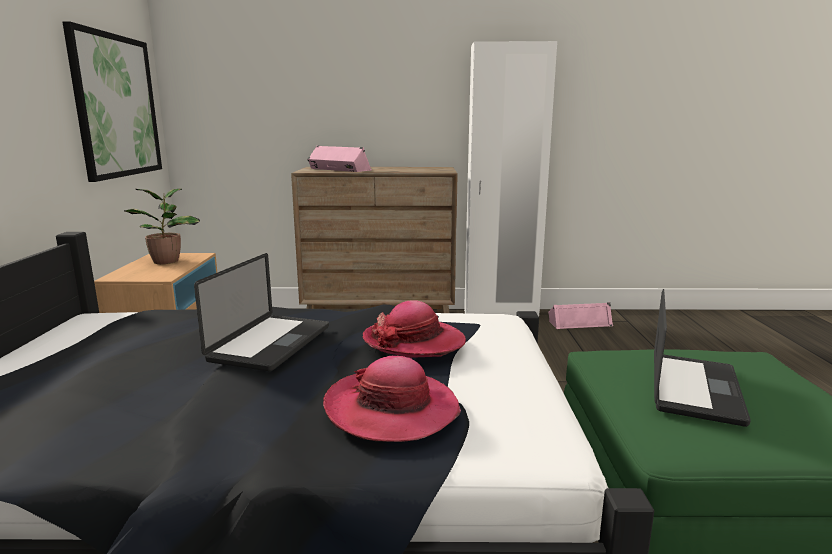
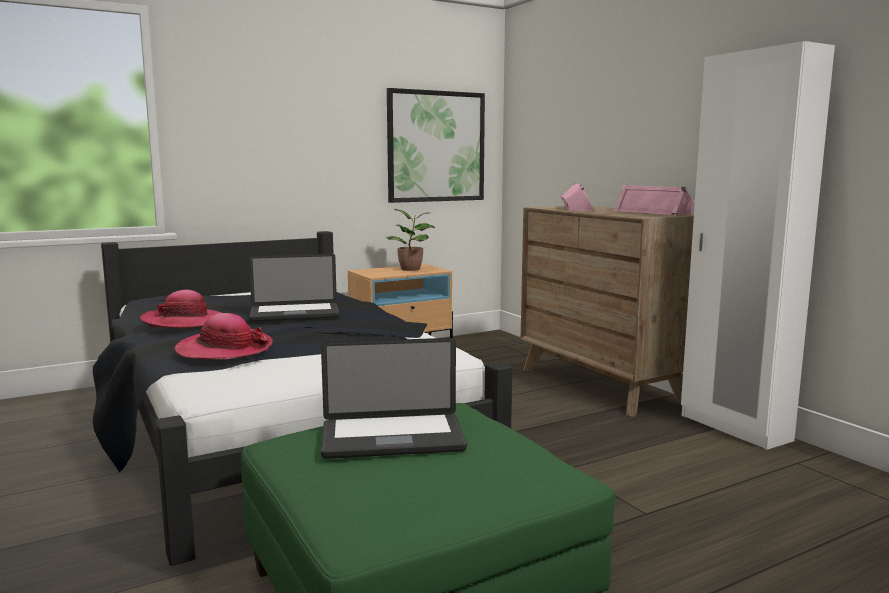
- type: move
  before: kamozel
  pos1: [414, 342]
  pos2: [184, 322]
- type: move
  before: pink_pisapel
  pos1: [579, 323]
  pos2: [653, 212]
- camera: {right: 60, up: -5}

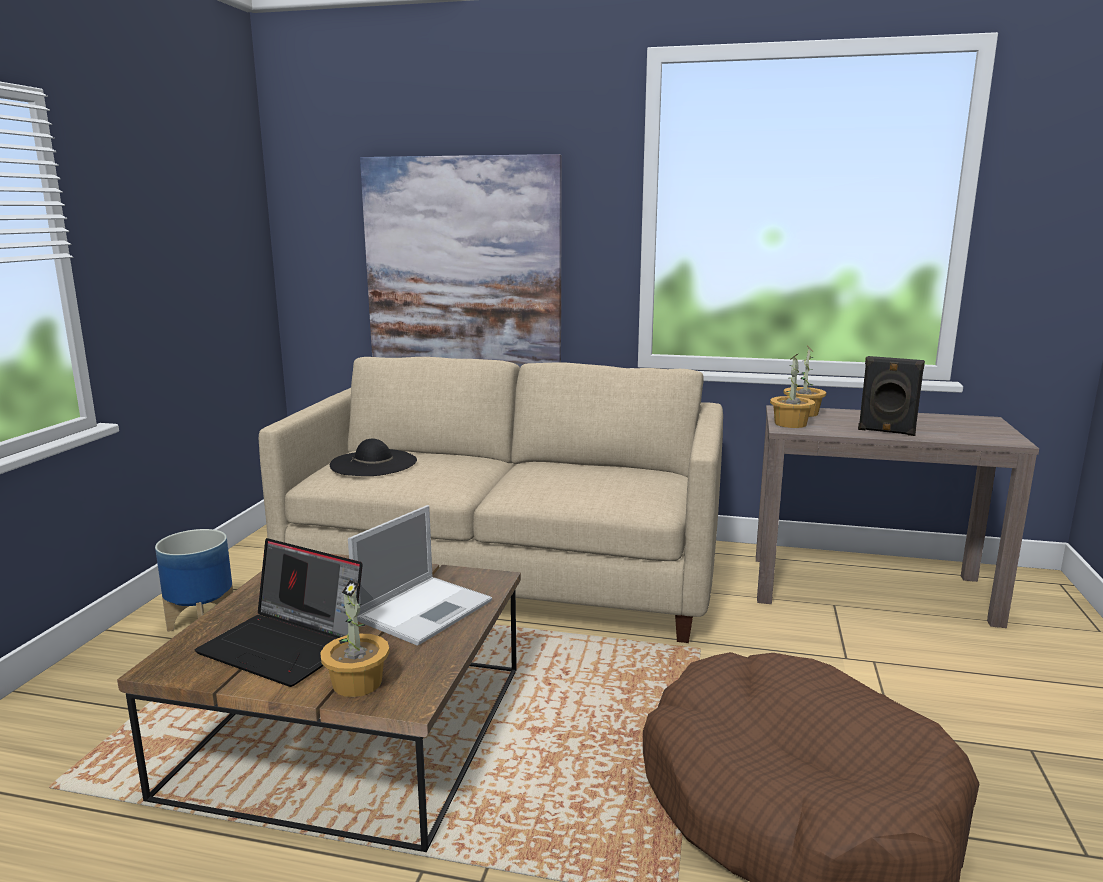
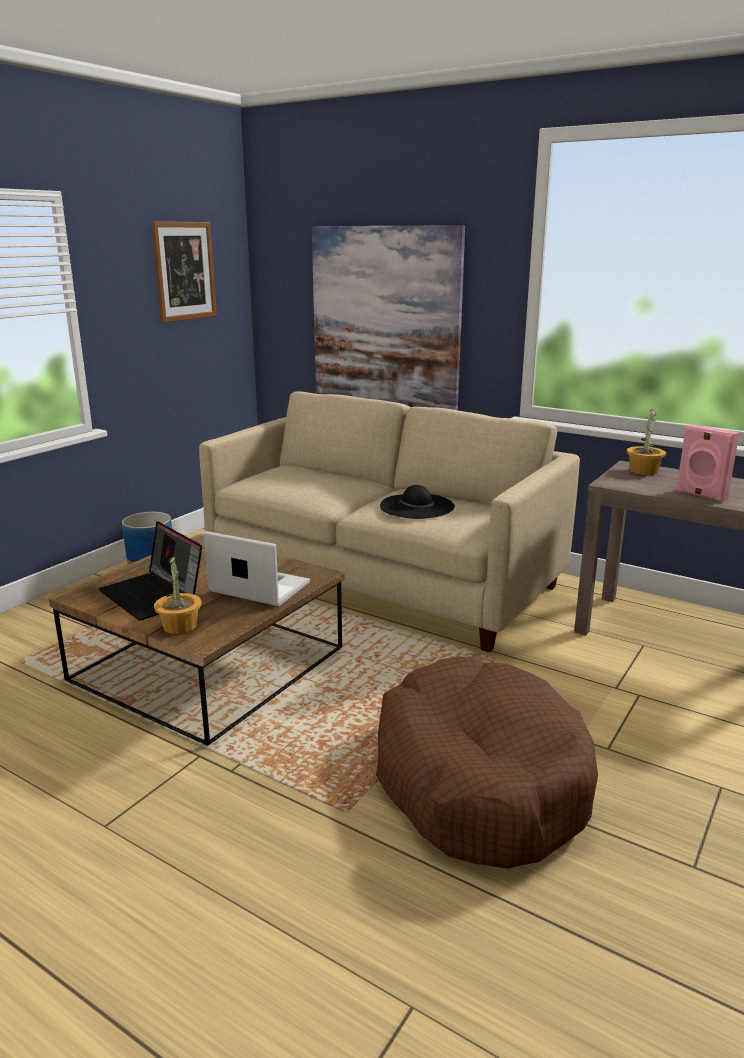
- type: delete
  before: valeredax
  pos1: [791, 424]
- type: recolor
  before: black_pisapel
  after: pink_pisapel
  pos1: [886, 431]
  pos2: [700, 495]
- type: move
  before: black_kamozel
  pos1: [374, 463]
  pos2: [417, 506]
- type: rotate
  before: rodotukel
  pos1: [425, 609]
  pos2: [258, 587]
  turn: -120
- type: insert
  after: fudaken
  pos2: [184, 271]
- camera: {right: 20, up: 5}

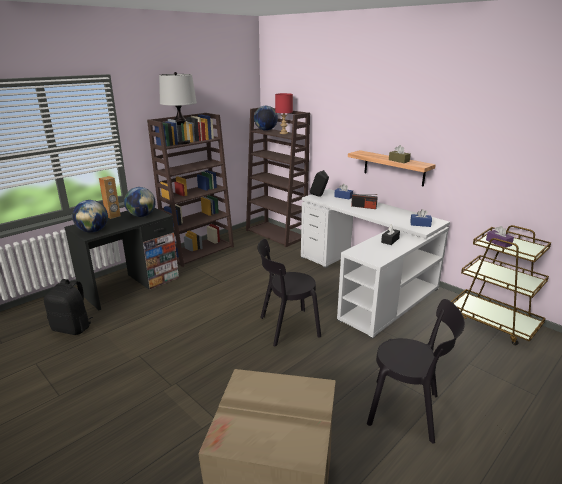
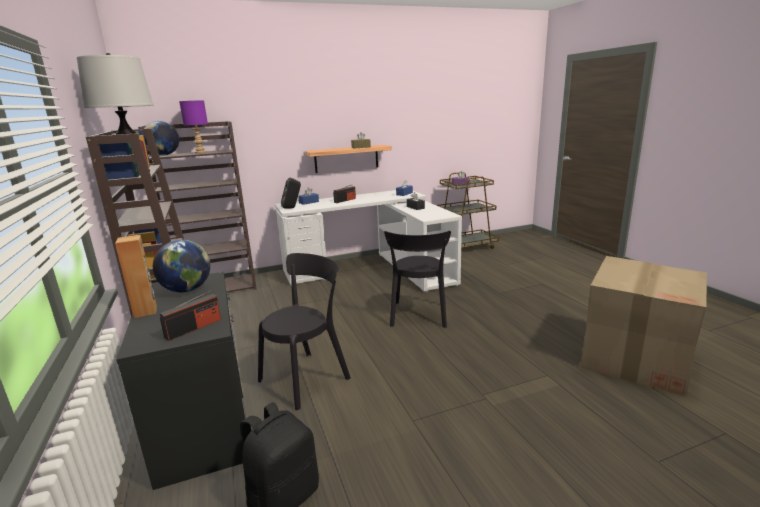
- type: recolor
  before: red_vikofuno
  after: purple_vikofuno
  pos1: [283, 133]
  pos2: [200, 152]
- type: replace
  before: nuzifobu
  after: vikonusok
  pos1: [93, 231]
  pos2: [194, 328]
- type: move
  before: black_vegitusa
  pos1: [408, 410]
  pos2: [307, 377]
- camera: {right: -65, up: -5}

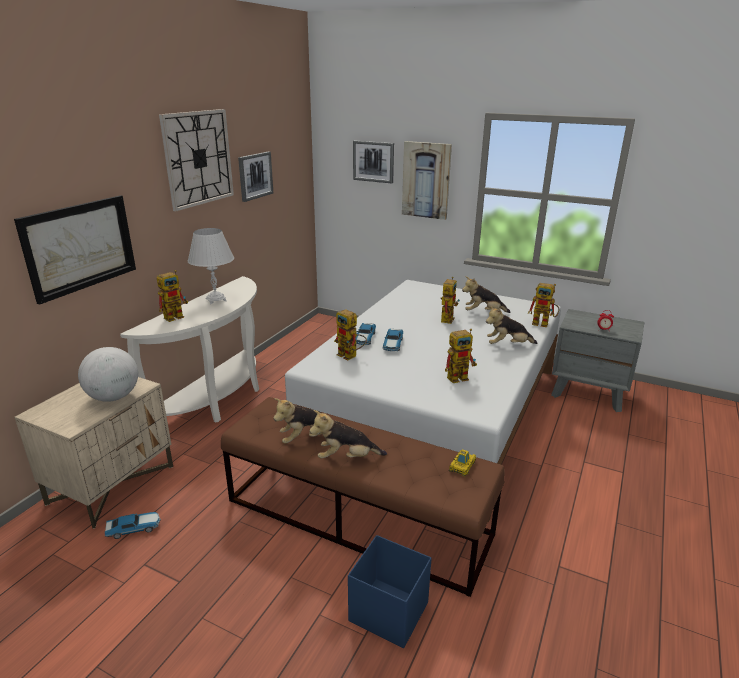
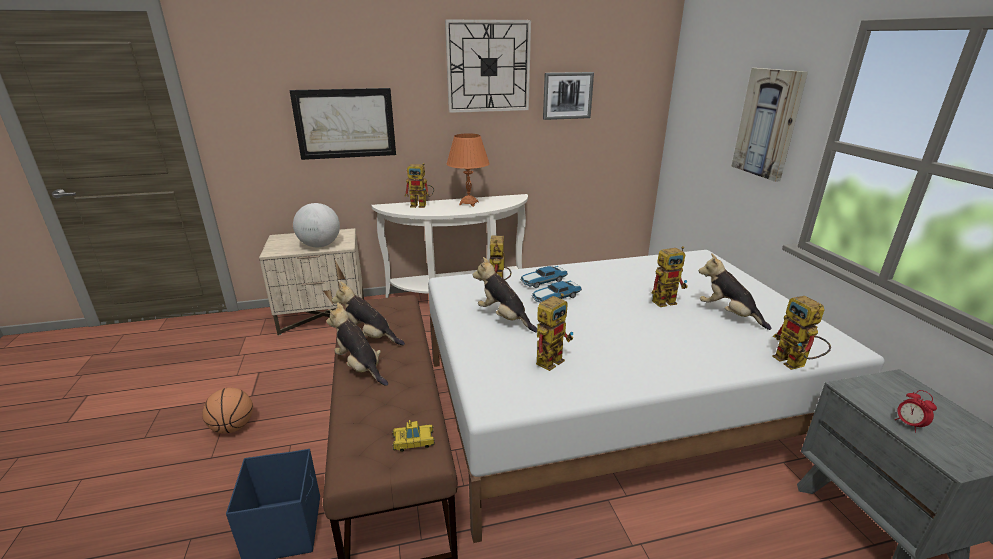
- type: delete
  before: fudaken
  pos1: [373, 161]
- type: recolor
  before: white_vikofuno
  after: orange_vikofuno
  pos1: [216, 300]
  pos2: [469, 203]
- type: move
  before: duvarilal
  pos1: [507, 345]
  pos2: [504, 318]
- type: rotate
  before: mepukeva
  pos1: [460, 377]
  pos2: [552, 358]
  turn: -75
- type: delete
  before: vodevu
  pos1: [134, 528]
- type: insert
  after: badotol
  pos2: [233, 427]
- camera: {right: 50, up: 0}

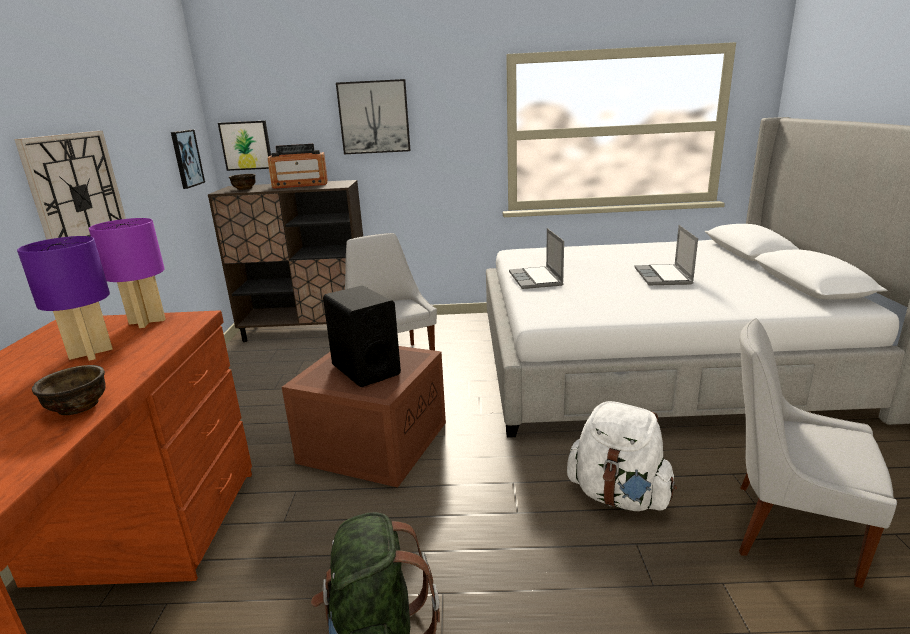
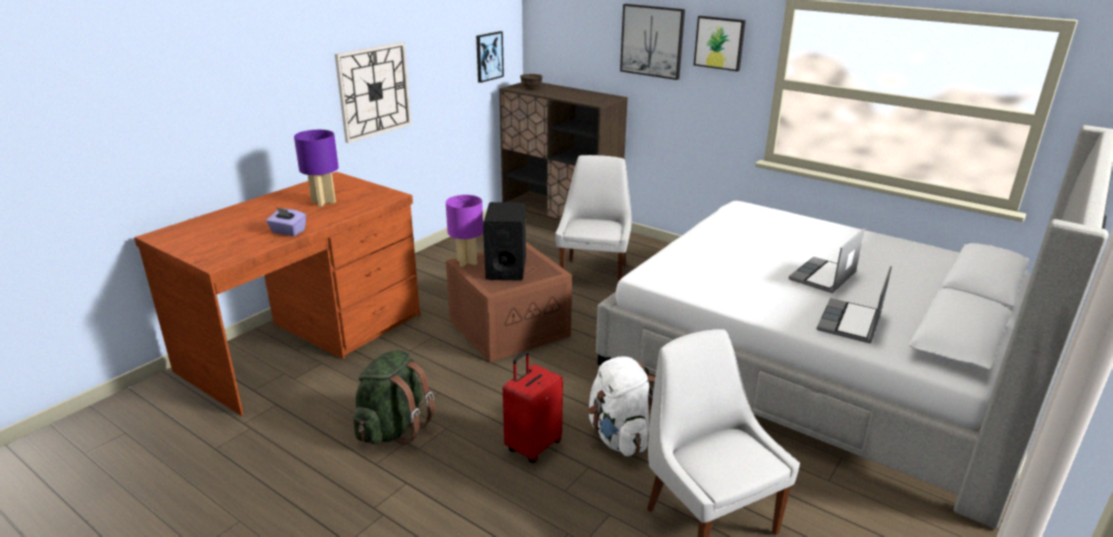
- type: move
  before: fudaken
  pos1: [246, 145]
  pos2: [720, 43]
- type: delete
  before: vikonusok
  pos1: [300, 184]
- type: move
  before: purple_vikofuno
  pos1: [147, 321]
  pos2: [467, 262]
- type: move
  before: rodotukel
  pos1: [536, 279]
  pos2: [850, 323]
- type: replace
  before: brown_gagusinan
  after: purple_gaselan
  pos1: [79, 406]
  pos2: [288, 232]
- type: insert
  after: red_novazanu
  pos2: [532, 446]
- camera: {right: 35, up: 5}

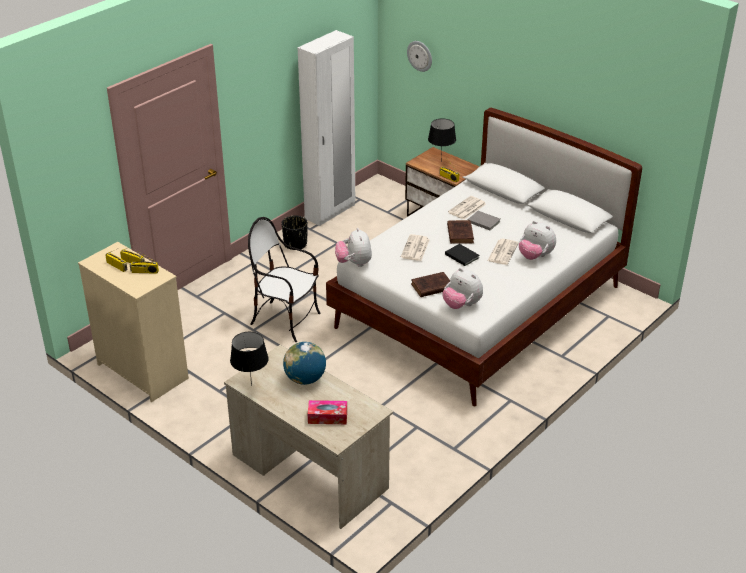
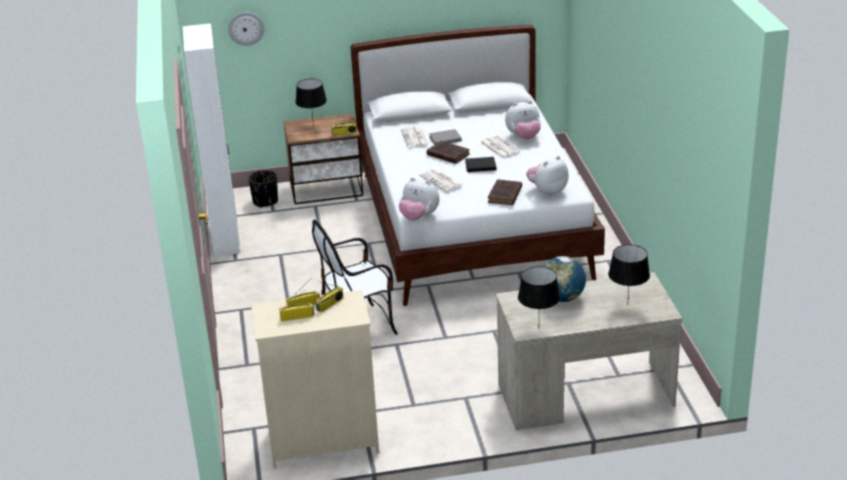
- type: move
  before: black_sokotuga
  pos1: [295, 244]
  pos2: [265, 201]
- type: rotate
  before: duvarilal
  pos1: [461, 305]
  pos2: [547, 192]
  turn: 150
- type: replace
  before: gaselan
  after: black_vikofuno
  pos1: [327, 417]
  pos2: [627, 305]
- camera: {right: -50, up: -5}

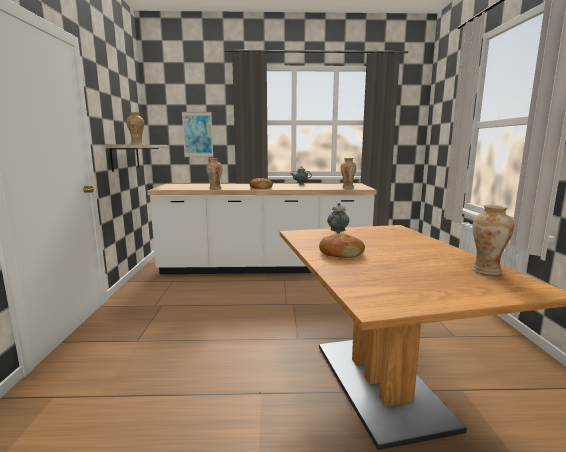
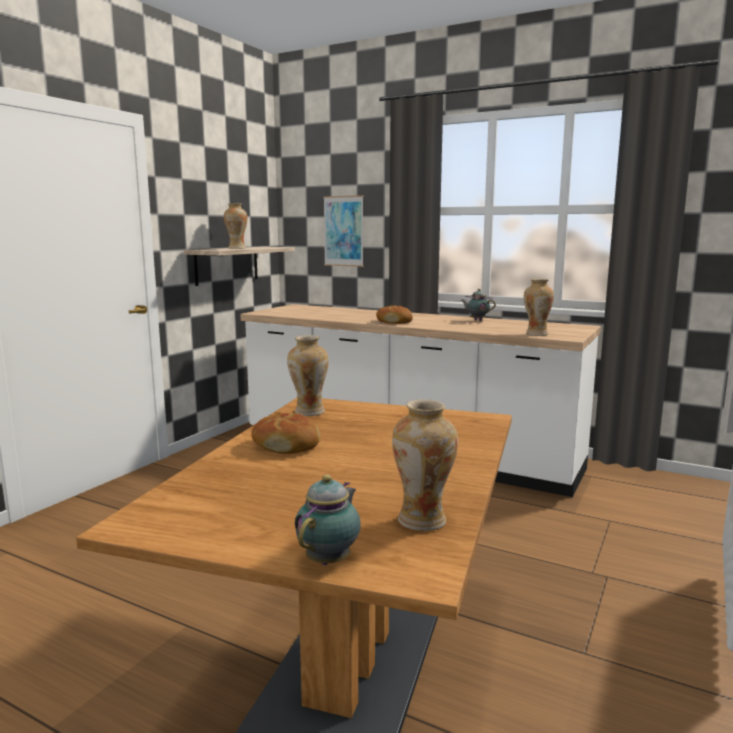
- type: move
  before: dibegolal
  pos1: [215, 188]
  pos2: [308, 412]
- type: move
  before: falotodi
  pos1: [337, 233]
  pos2: [330, 559]
- camera: {right: 30, up: 0}

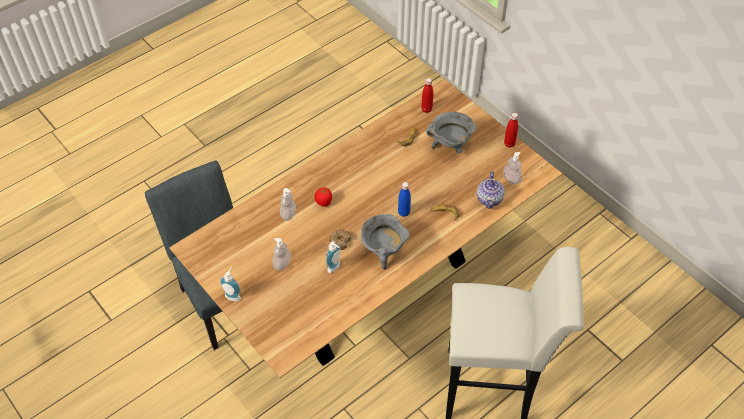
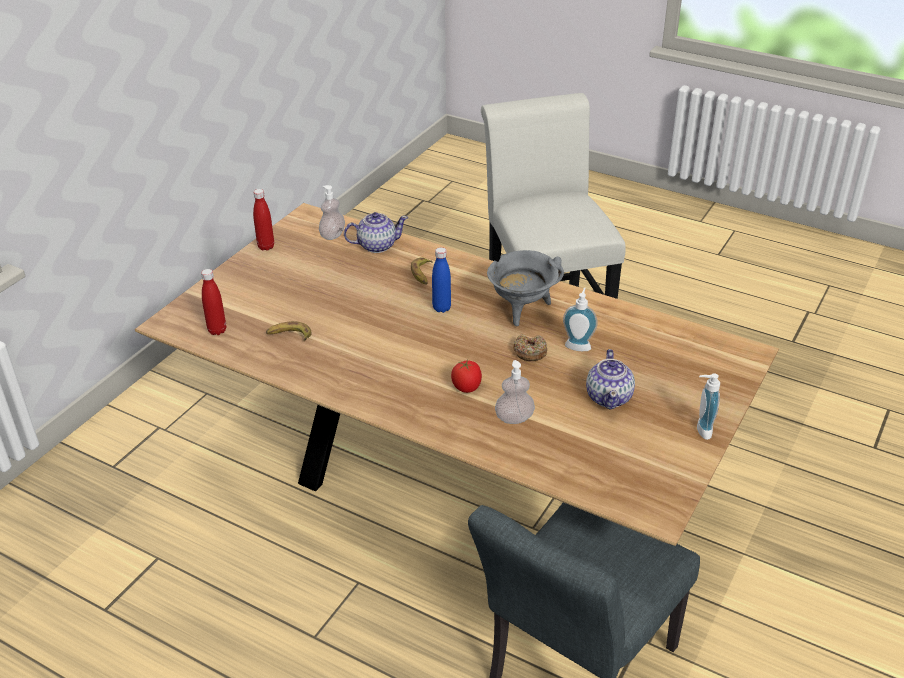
- type: delete
  before: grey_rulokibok
  pos1: [450, 146]
- type: replace
  before: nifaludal
  after: falotodi
  pos1: [282, 264]
  pos2: [609, 397]
- camera: {right: -110, up: -15}

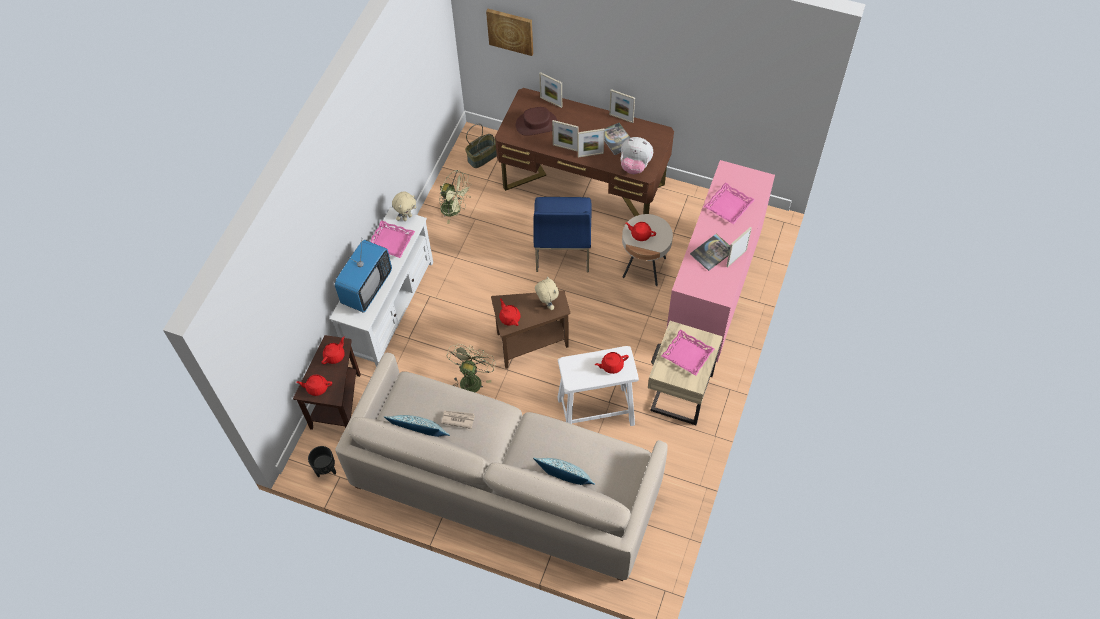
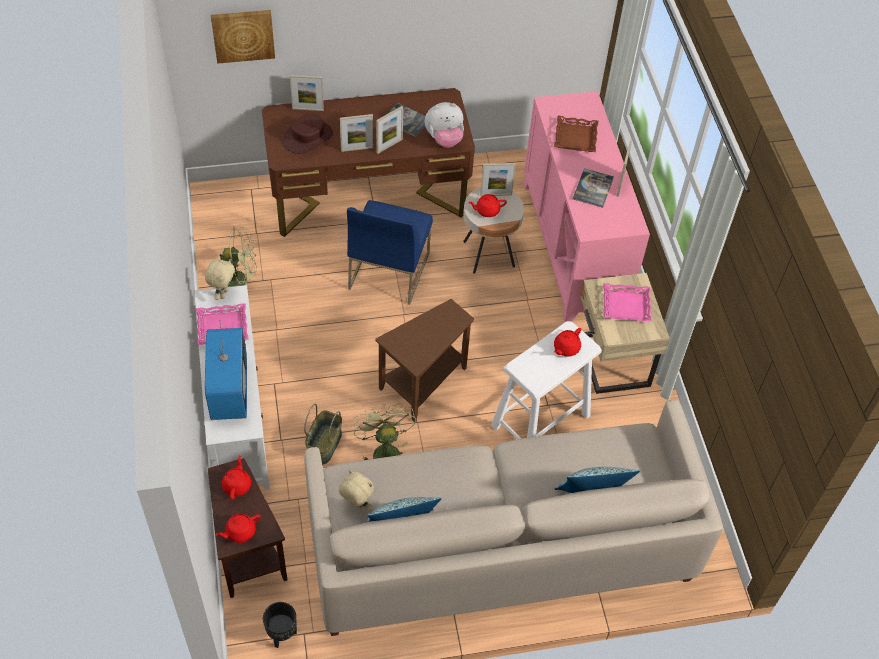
- type: move
  before: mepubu
  pos1: [621, 118]
  pos2: [496, 195]
- type: move
  before: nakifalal
  pos1: [482, 156]
  pos2: [324, 444]
- type: recolor
  before: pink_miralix
  after: brown_miralix
  pos1: [729, 206]
  pos2: [576, 138]
- type: rotate
  before: blue_vegitusa
  pos1: [562, 248]
  pos2: [388, 270]
  turn: 45
- type: move
  before: beige_duvarilal
  pos1: [547, 304]
  pos2: [356, 505]
- type: delete
  before: red_falotodi
  pos1: [509, 317]
- type: delete
  before: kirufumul
  pos1: [458, 419]
- camera: {right: -35, up: -5}

